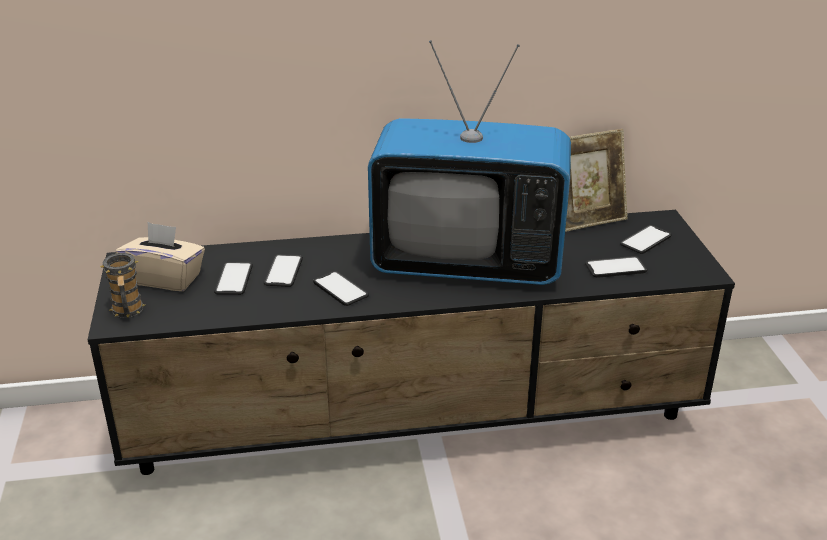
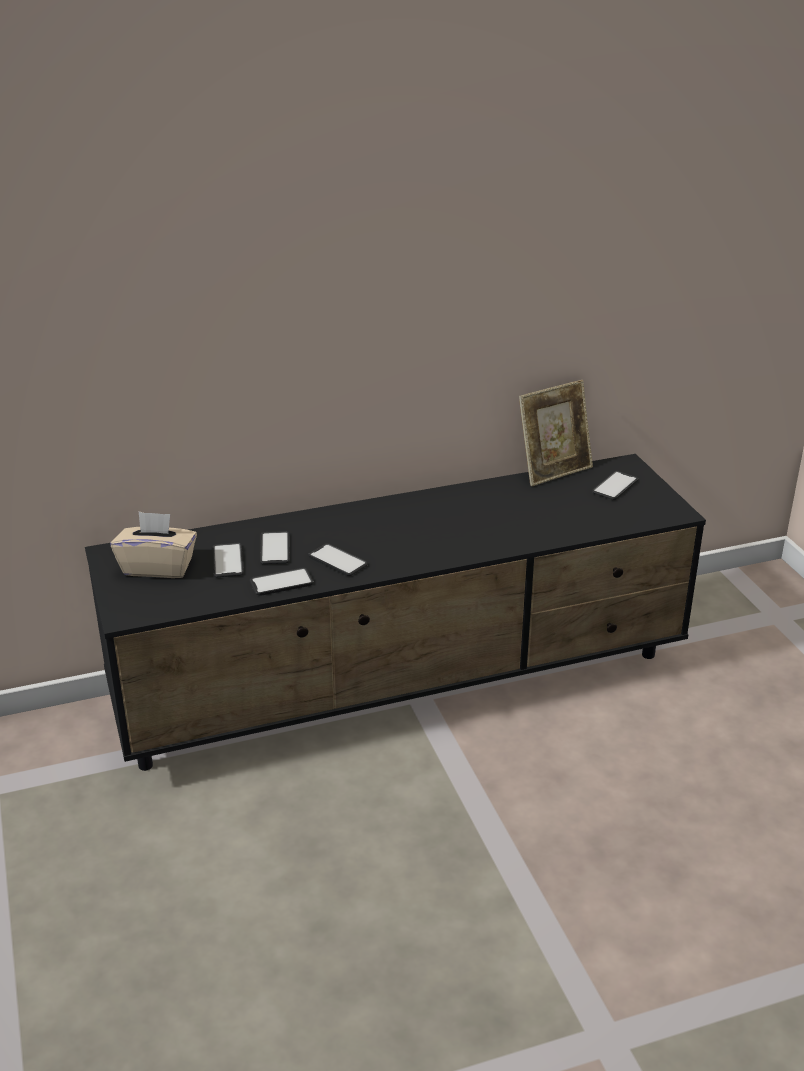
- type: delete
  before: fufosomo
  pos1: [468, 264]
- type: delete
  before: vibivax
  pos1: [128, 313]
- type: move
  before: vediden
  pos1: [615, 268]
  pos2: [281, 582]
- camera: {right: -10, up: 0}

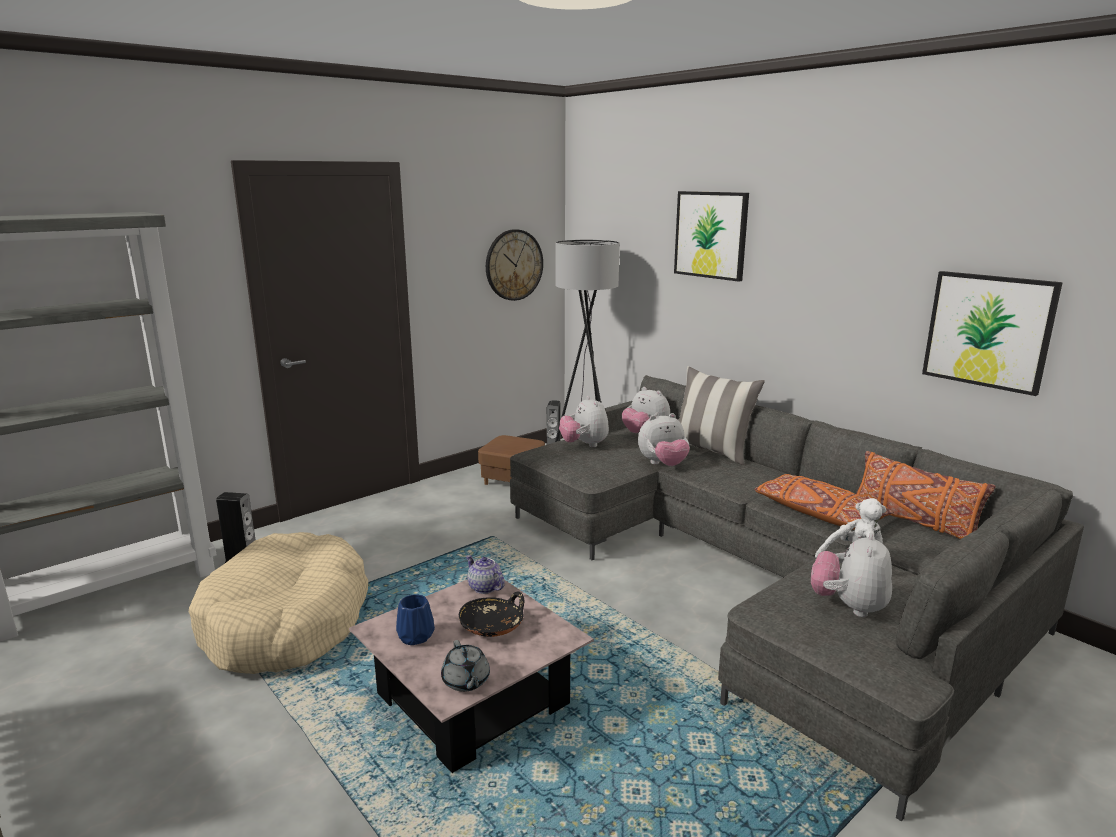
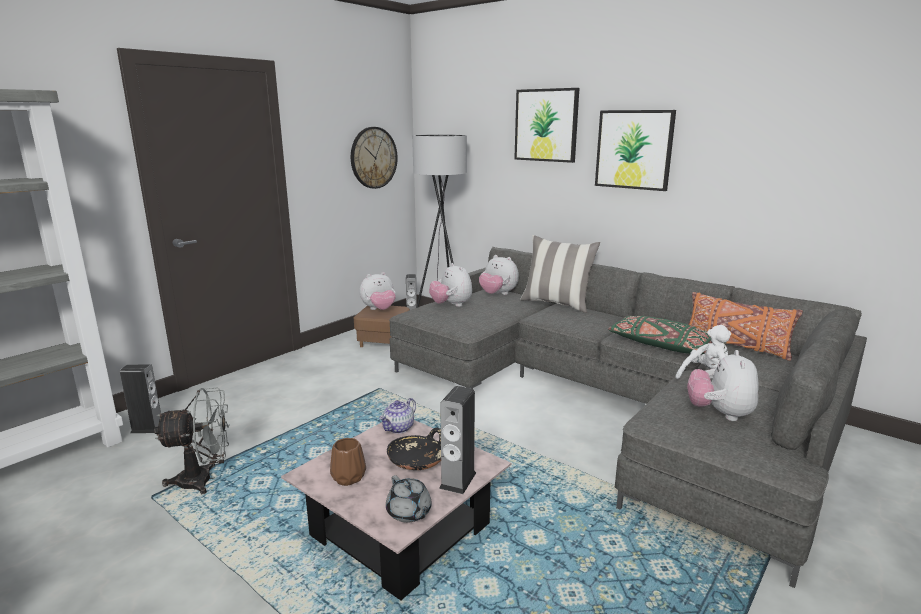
- type: move
  before: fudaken
  pos1: [988, 331]
  pos2: [634, 149]
- type: move
  before: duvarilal
  pos1: [663, 465]
  pos2: [379, 309]
- type: recolor
  before: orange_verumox
  after: green_verumox
  pos1: [818, 514]
  pos2: [661, 345]
- type: replace
  before: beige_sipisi
  after: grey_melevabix
  pos1: [286, 622]
  pos2: [204, 480]
- type: rotate
  before: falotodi
  pos1: [484, 587]
  pos2: [398, 428]
  turn: -90
- type: recolor
  before: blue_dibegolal
  after: brown_dibegolal
  pos1: [416, 637]
  pos2: [349, 477]
- type: insert
  after: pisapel
  pos2: [458, 480]
- camera: {right: -10, up: 0}

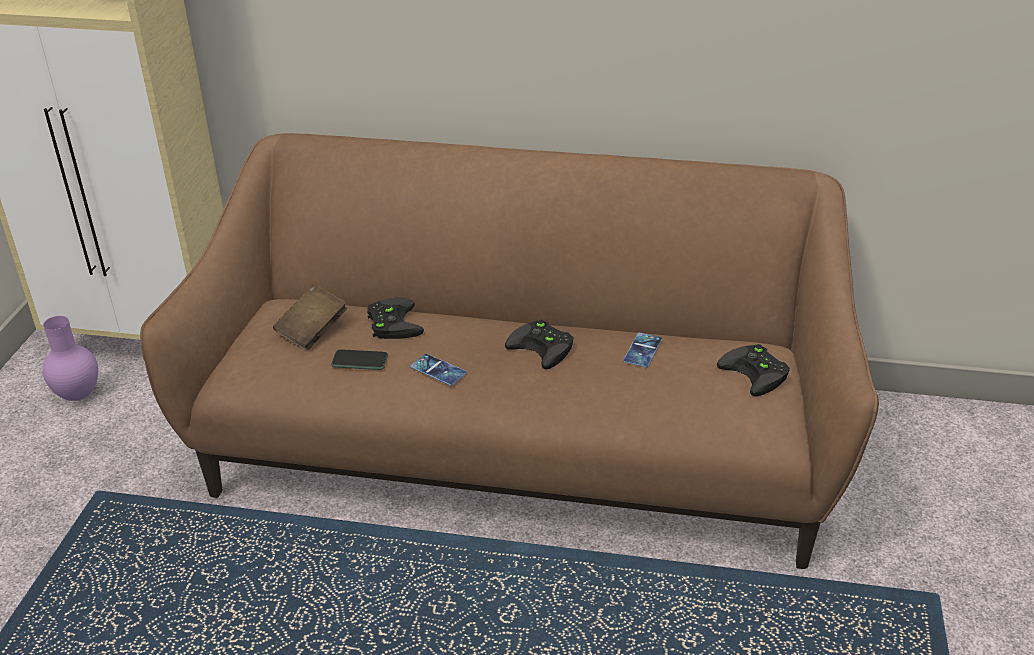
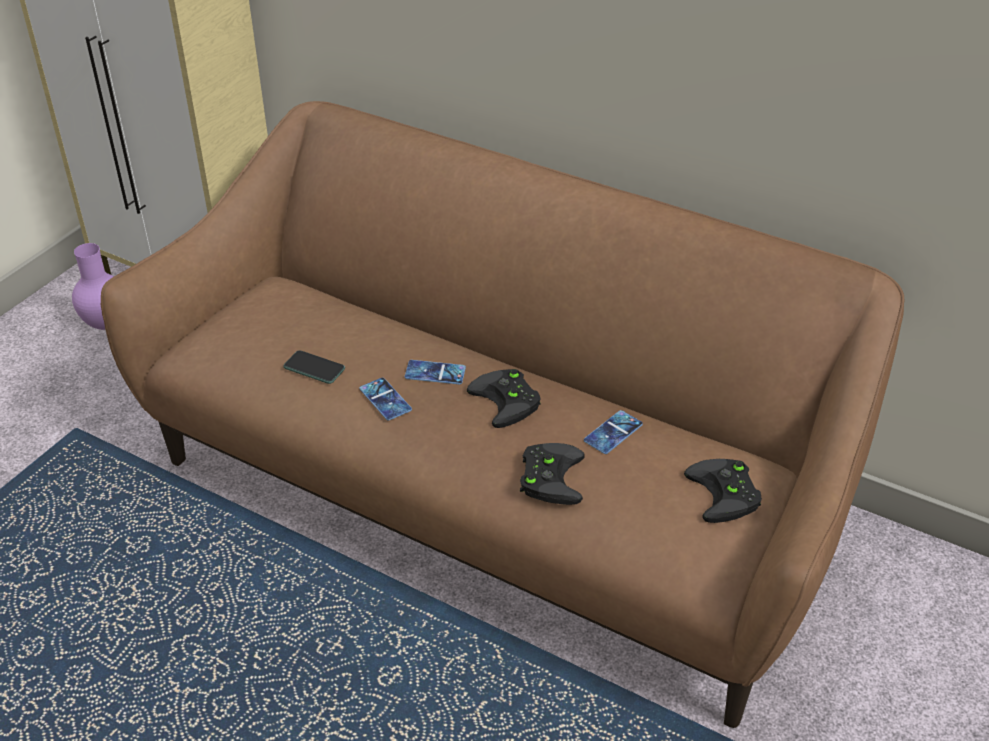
- type: delete
  before: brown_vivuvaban
  pos1: [312, 331]
- type: move
  before: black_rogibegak
  pos1: [391, 322]
  pos2: [549, 475]
- type: insert
  after: vediden
  pos2: [435, 373]
- camera: {right: 20, up: 5}

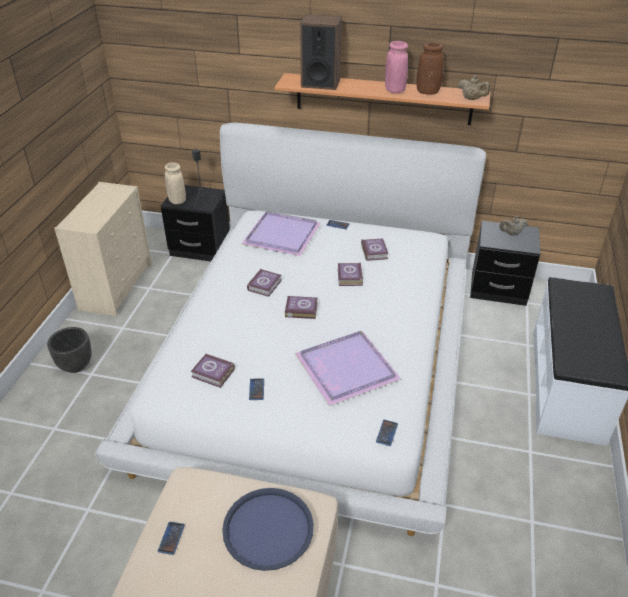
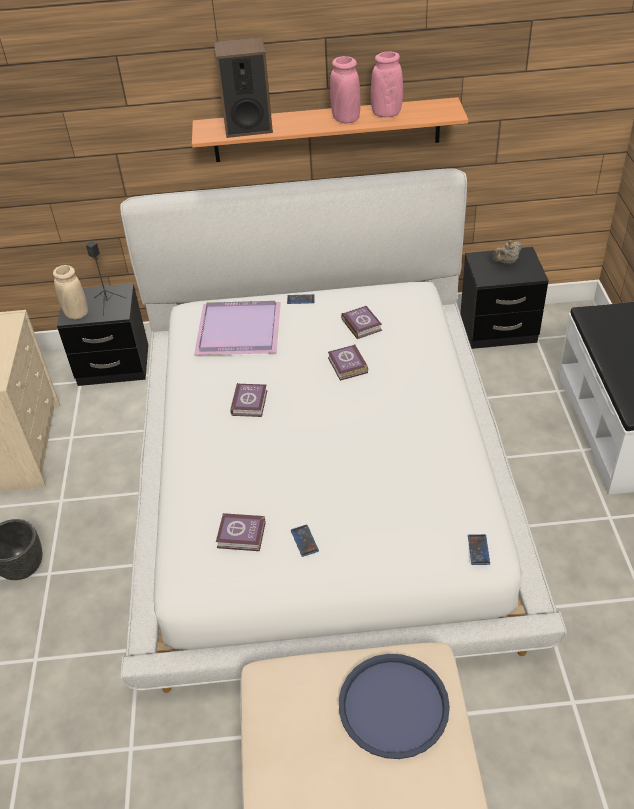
- type: recolor
  before: brown_dibegolal
  after: pink_dibegolal
  pos1: [428, 92]
  pos2: [386, 113]
- type: delete
  before: beige_falotodi
  pos1: [472, 99]
- type: delete
  before: vivuvaban
  pos1: [300, 309]
- type: delete
  before: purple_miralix
  pos1: [344, 368]
- type: delete
  before: vediden
  pos1: [171, 538]
- camera: {right: -15, up: 5}

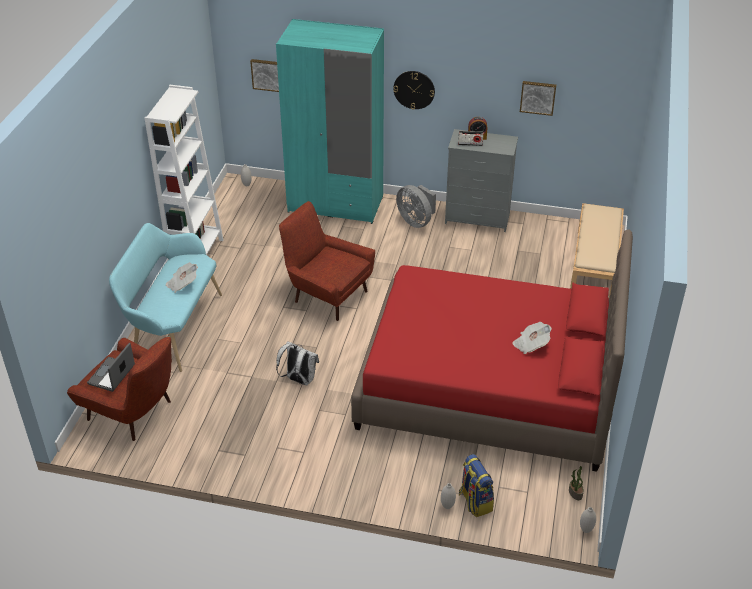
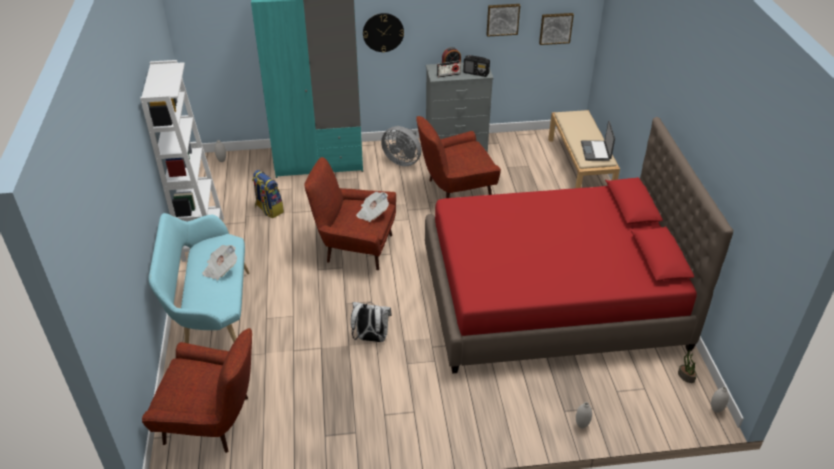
- type: move
  before: fudaken
  pos1: [267, 74]
  pos2: [555, 28]
- type: move
  before: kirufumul
  pos1: [531, 344]
  pos2: [372, 213]
- type: move
  before: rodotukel
  pos1: [112, 375]
  pos2: [596, 151]
- type: move
  before: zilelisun
  pos1: [475, 501]
  pos2: [269, 209]
- type: insert
  after: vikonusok
  pos2: [476, 73]
- type: insert
  after: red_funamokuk
  pos2: [455, 190]
- camera: {right: -20, up: 0}

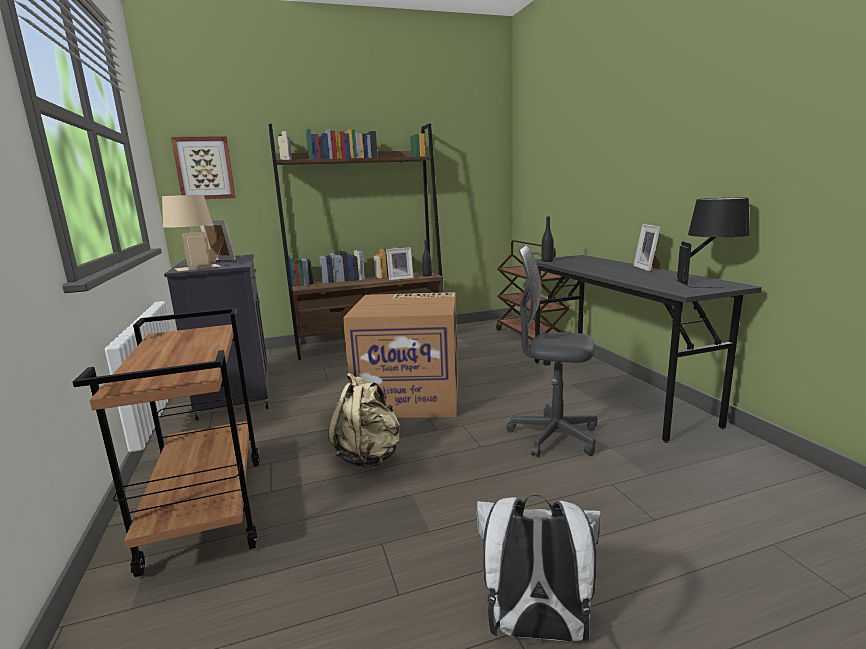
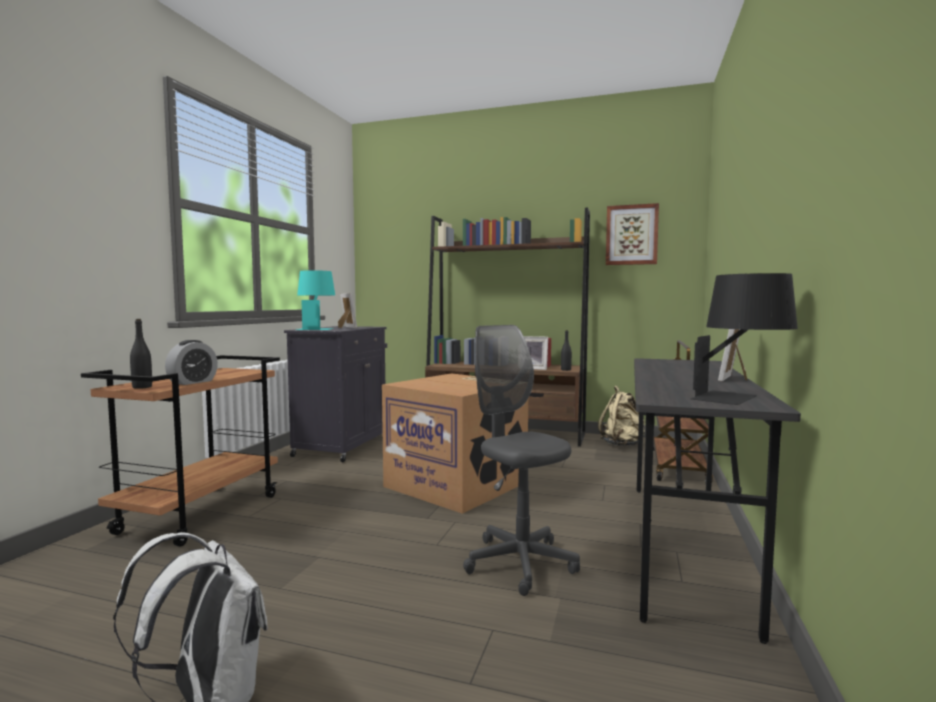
- type: move
  before: fudaken
  pos1: [204, 168]
  pos2: [631, 235]
- type: recolor
  before: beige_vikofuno
  after: turquoise_vikofuno
  pos1: [195, 266]
  pos2: [316, 328]
- type: move
  before: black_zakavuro
  pos1: [547, 261]
  pos2: [142, 387]
- type: move
  before: beige_zilelisun
  pos1: [369, 456]
  pos2: [622, 445]
- type: insert
  after: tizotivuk
  pos2: [193, 382]
- camera: {right: 35, up: -10}

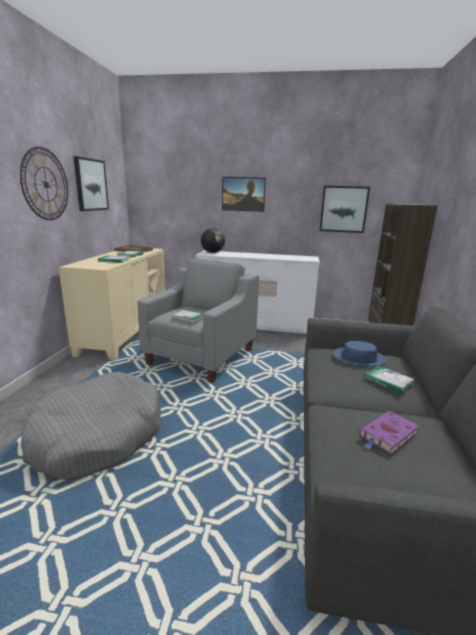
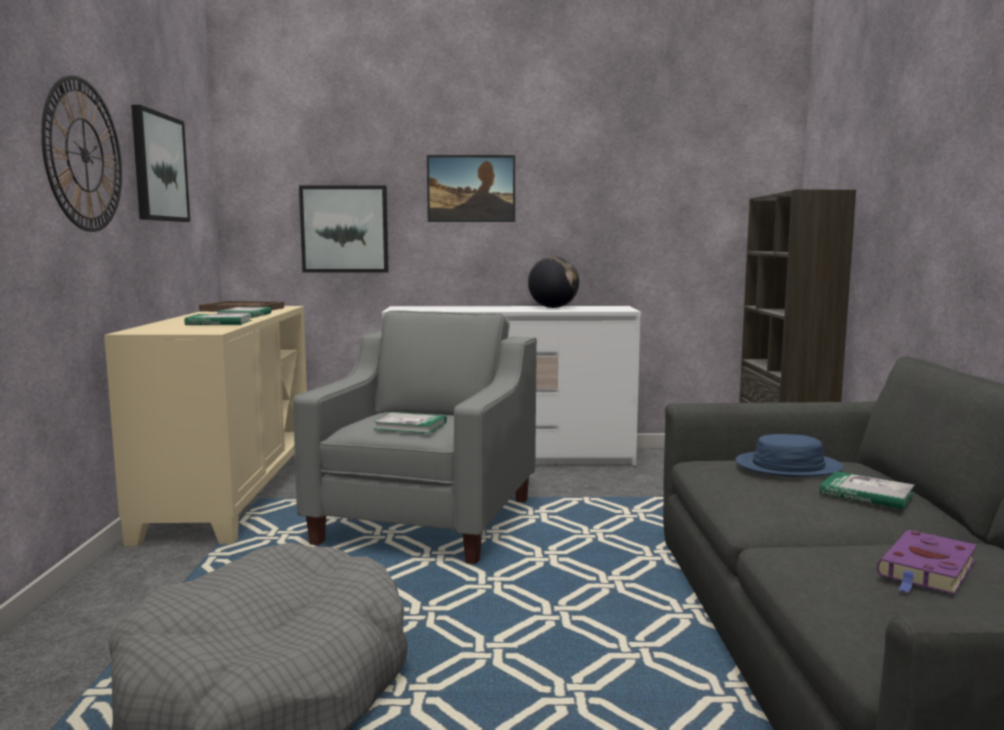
- type: move
  before: fudaken
  pos1: [343, 209]
  pos2: [344, 229]
- type: move
  before: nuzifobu
  pos1: [212, 252]
  pos2: [553, 307]
- camera: {right: -10, up: -10}

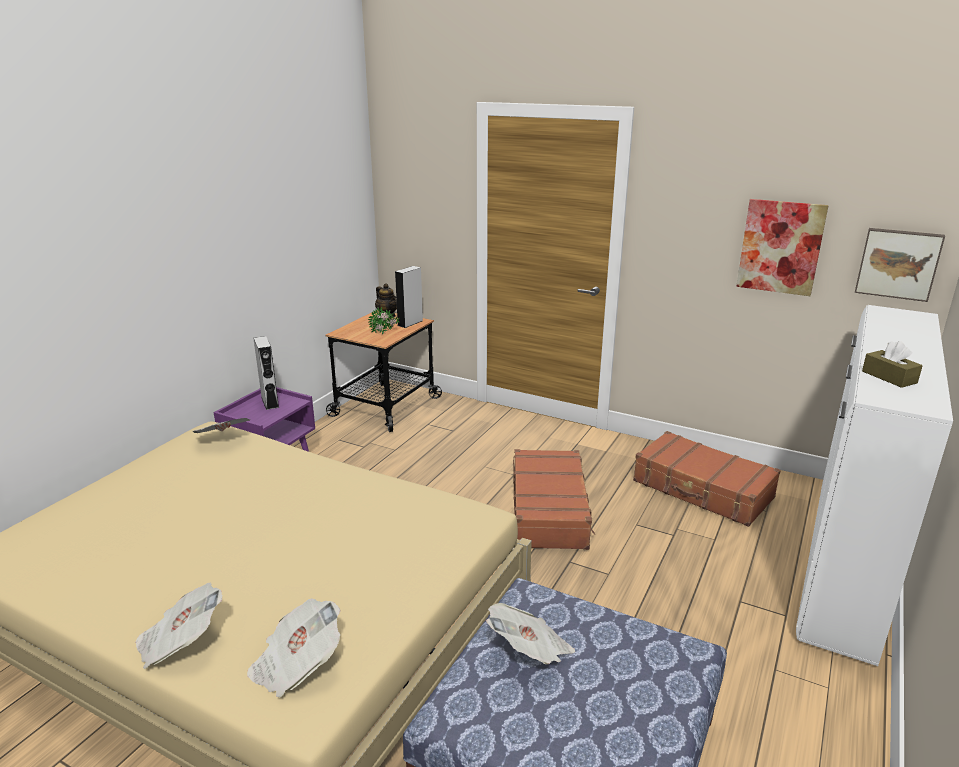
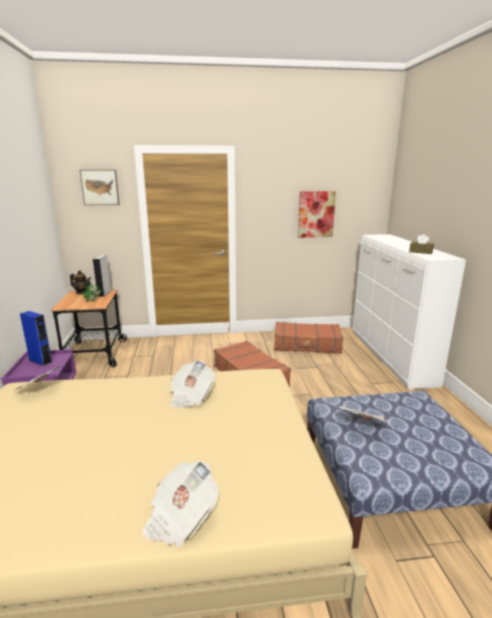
- type: move
  before: fudaken
  pos1: [898, 263]
  pos2: [100, 187]
- type: recolor
  before: grey_pisapel
  after: blue_pisapel
  pos1: [270, 402]
  pos2: [40, 361]
- type: move
  before: kirufumul
  pos1: [297, 665]
  pos2: [191, 396]
- camera: {right: -35, up: -5}

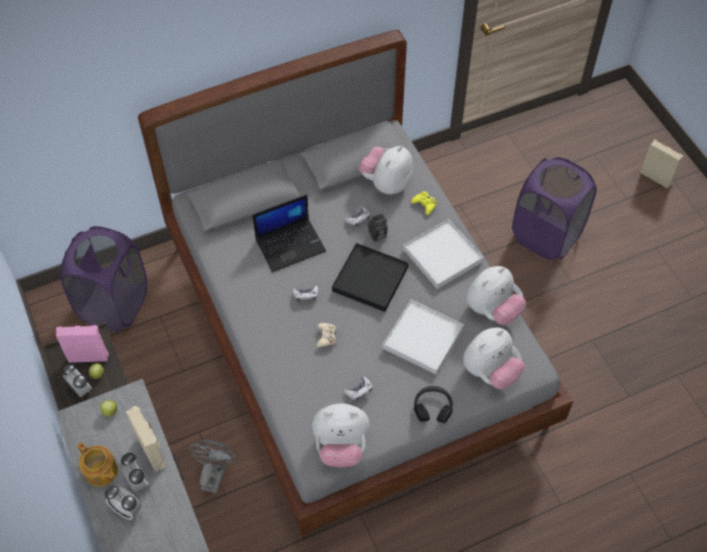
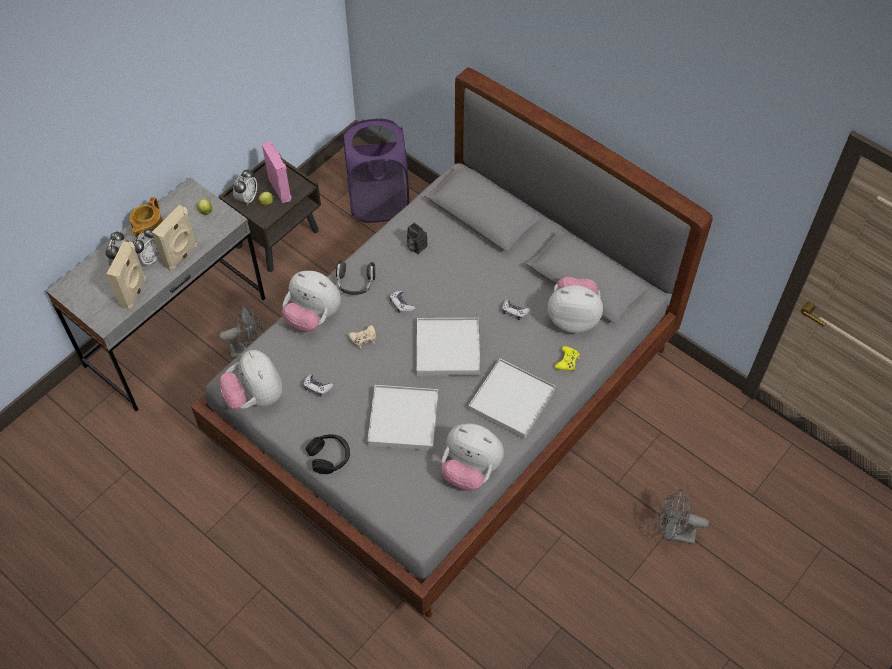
- type: move
  before: beige_pisapel
  pos1: [656, 177]
  pos2: [134, 293]
- type: replace
  before: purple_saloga
  after: grey_melevabix
  pos1: [546, 235]
  pos2: [674, 533]
- type: delete
  before: rodotukel
  pos1: [291, 244]
- type: move
  before: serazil
  pos1: [377, 235]
  pos2: [415, 246]
- type: recolor
  before: black_miralix
  after: white_miralix
  pos1: [370, 279]
  pos2: [447, 348]
- type: move
  before: duvarilal
  pos1: [490, 371]
  pos2: [313, 317]
- type: insert
  after: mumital
  pos2: [355, 284]
- camera: {right: 65, up: 0}

